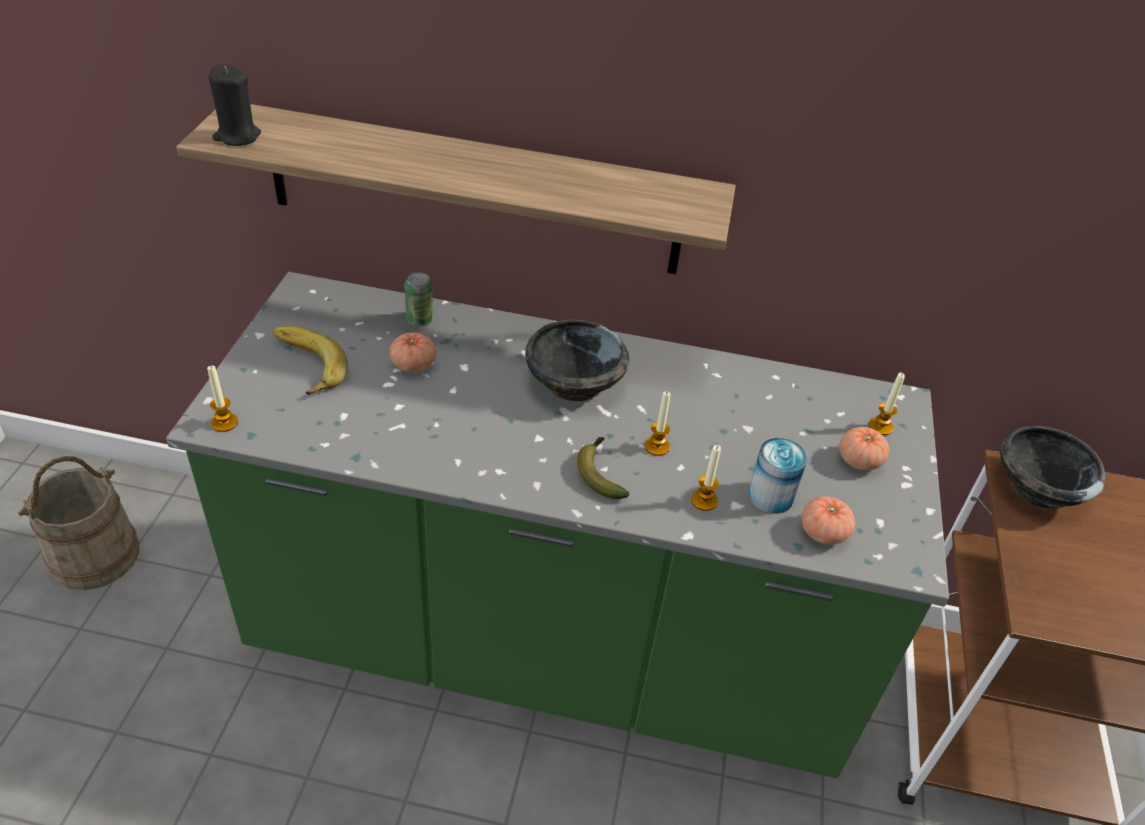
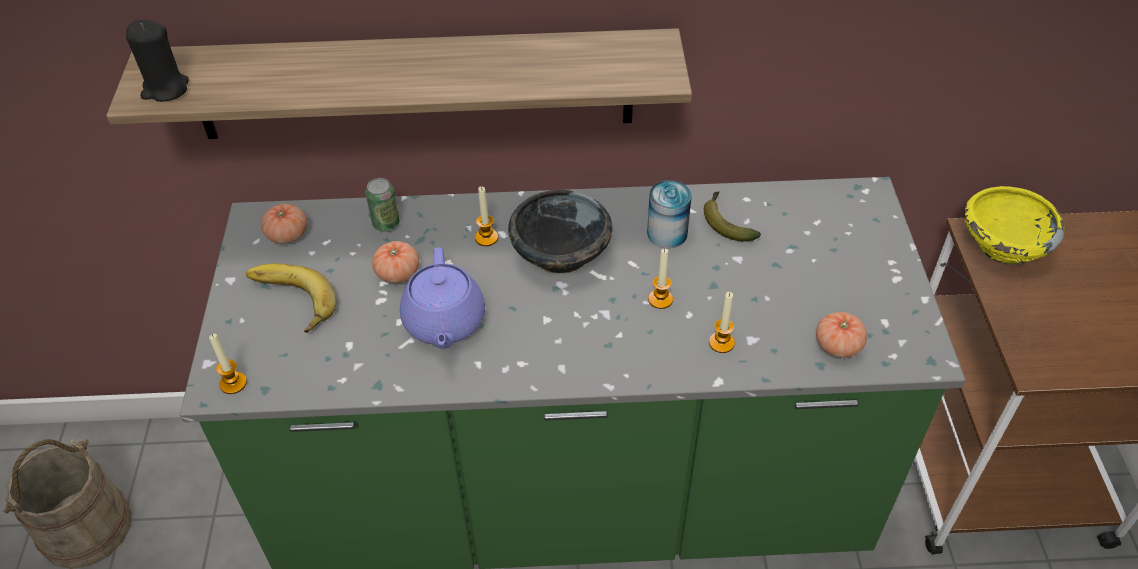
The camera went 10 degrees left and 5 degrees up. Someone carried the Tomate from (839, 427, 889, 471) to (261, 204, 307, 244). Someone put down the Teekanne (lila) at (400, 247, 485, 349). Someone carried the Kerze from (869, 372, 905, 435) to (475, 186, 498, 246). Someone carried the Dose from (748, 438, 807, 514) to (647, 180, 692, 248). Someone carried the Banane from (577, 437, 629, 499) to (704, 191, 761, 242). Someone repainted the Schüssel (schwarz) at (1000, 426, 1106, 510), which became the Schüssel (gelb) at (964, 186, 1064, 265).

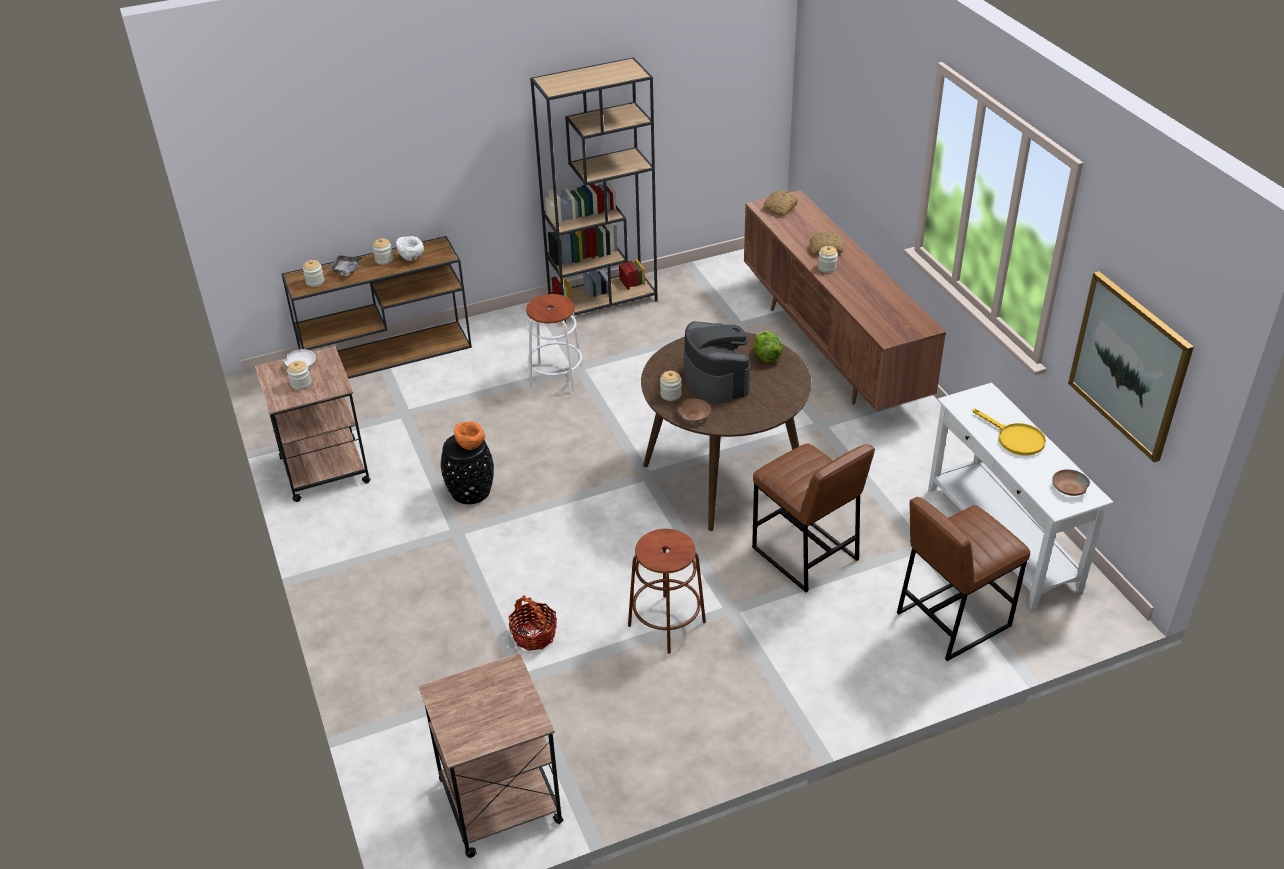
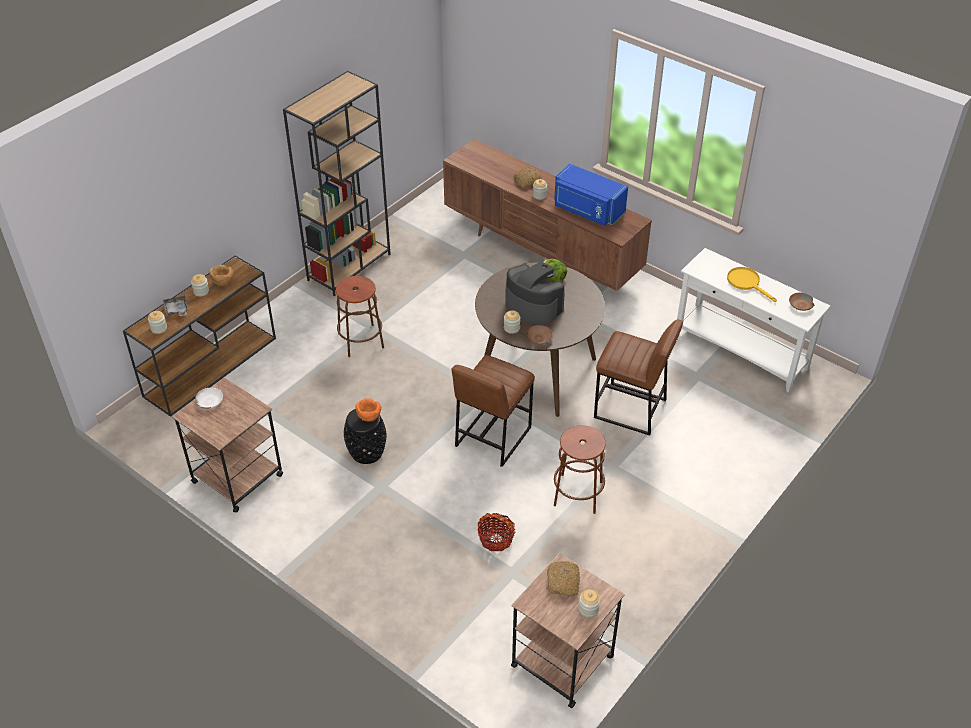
The camera went 30 degrees left and 5 degrees up. Someone repainted the Schüssel (weiß) at (396, 236, 424, 261), which became the Schüssel (braun) at (209, 265, 234, 286). Someone repainted the Hocker (weiß) at (526, 294, 582, 393), which became the Hocker (braun) at (336, 276, 384, 357). Someone carried the Stuhl (braun) from (897, 497, 1030, 661) to (451, 355, 535, 467). Someone carried the Brot from (763, 190, 798, 216) to (547, 561, 580, 596). Someone put down the Mikrowelle (blau) at (554, 164, 628, 226). Someone carried the Vorratsglas from (287, 361, 311, 390) to (579, 589, 600, 618). Someone rotated the Pfanne (gelb) at (973, 408, 1046, 456) by 150 degrees counterclockwise. Someone took away the Bild at (1068, 271, 1194, 462).

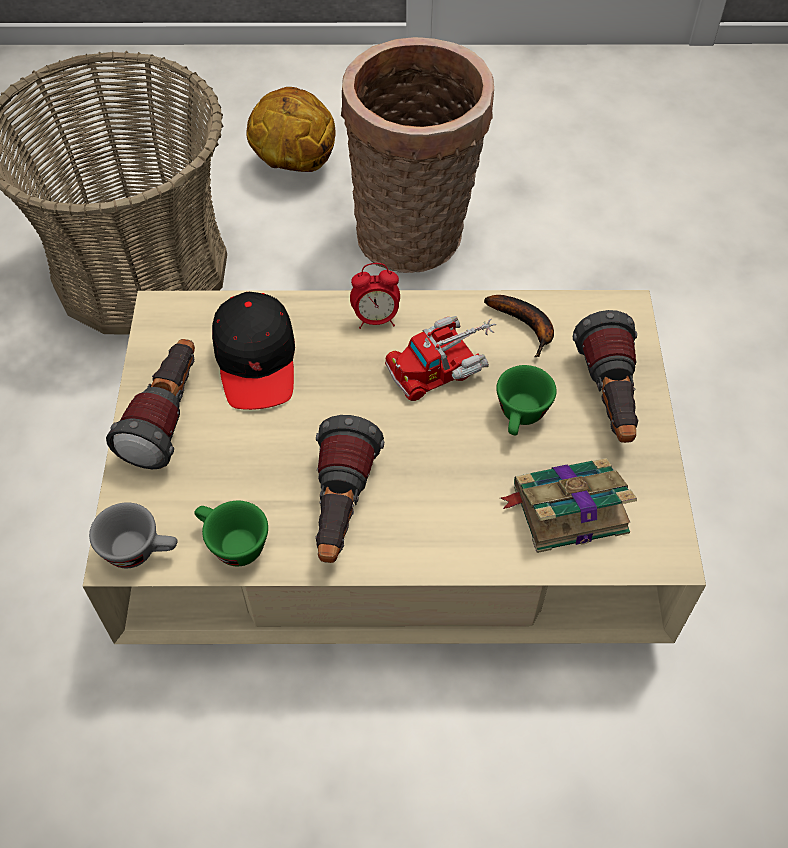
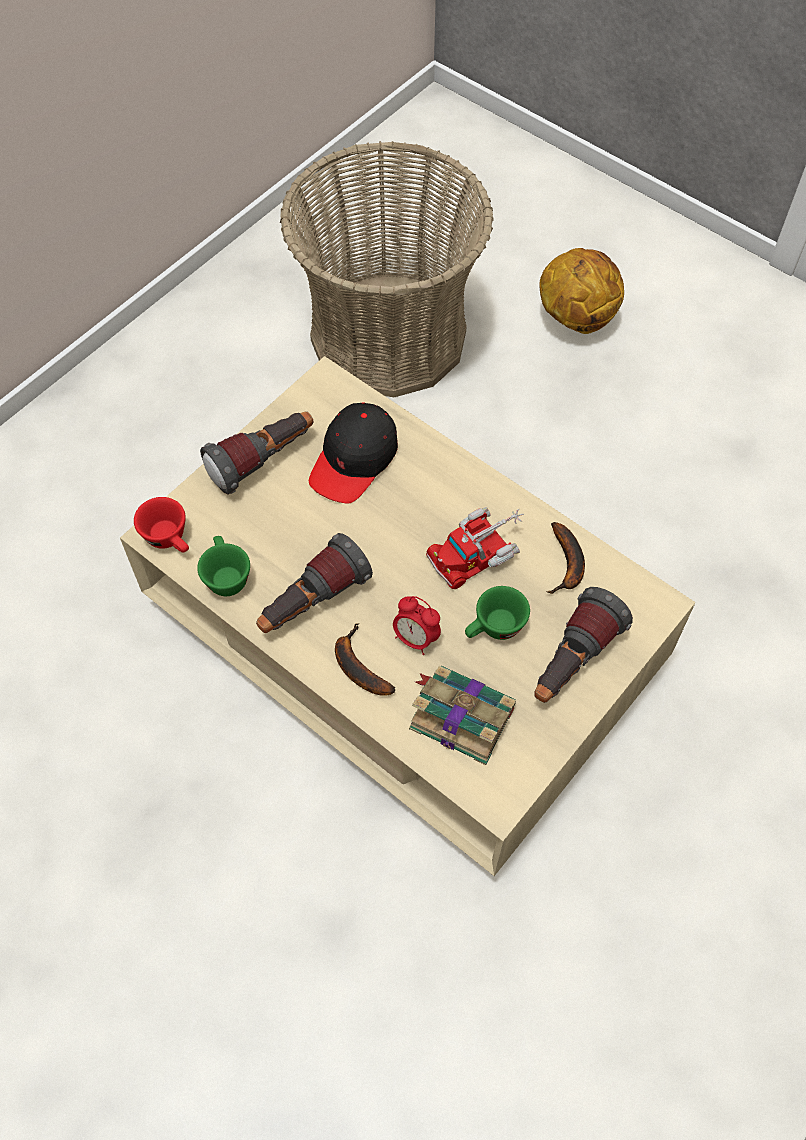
The camera went 40 degrees right and 5 degrees up. Someone repainted the Tasse (grau) at (89, 502, 177, 568), which became the Tasse (rot) at (134, 497, 189, 552). Someone put down the Banane at (335, 622, 395, 696). Someone carried the Wecker from (350, 263, 400, 329) to (393, 596, 441, 655). Someone rotated the Spielzeuglaster at (385, 316, 497, 401) by 45 degrees counterclockwise. Someone took away the Korb at (341, 37, 494, 273).

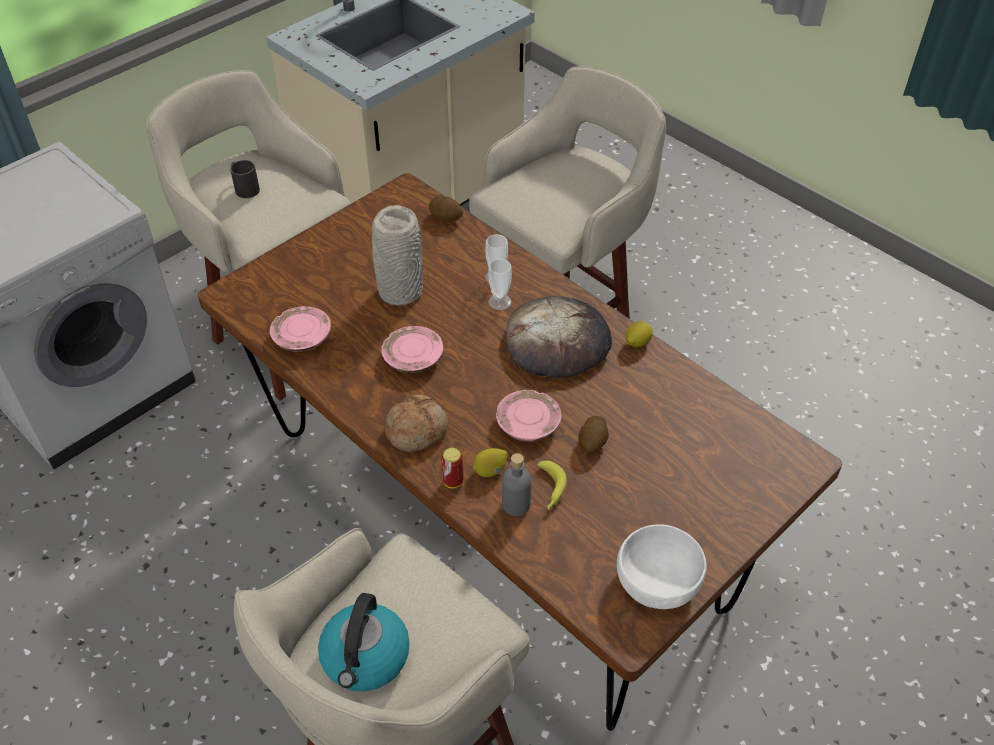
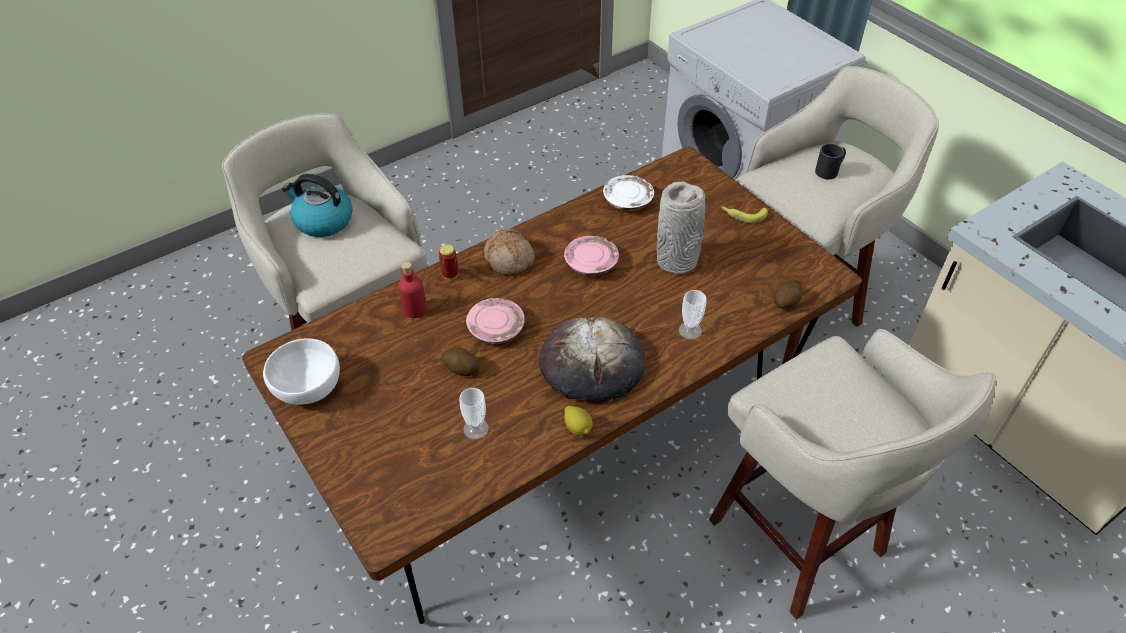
The camera went 100 degrees right and 0 degrees up. Someone repainted the Flasche (grau) at (502, 453, 532, 516), which became the Flasche (rot) at (398, 261, 427, 318). Someone carried the Tasse from (488, 259, 512, 310) to (459, 388, 489, 439). Someone repainted the Teller (rosa) at (270, 306, 331, 352), which became the Teller (weiß) at (603, 175, 654, 211). Someone carried the Banane from (537, 460, 567, 510) to (721, 206, 768, 223). Someone took away the Zitrone at (473, 448, 508, 477).

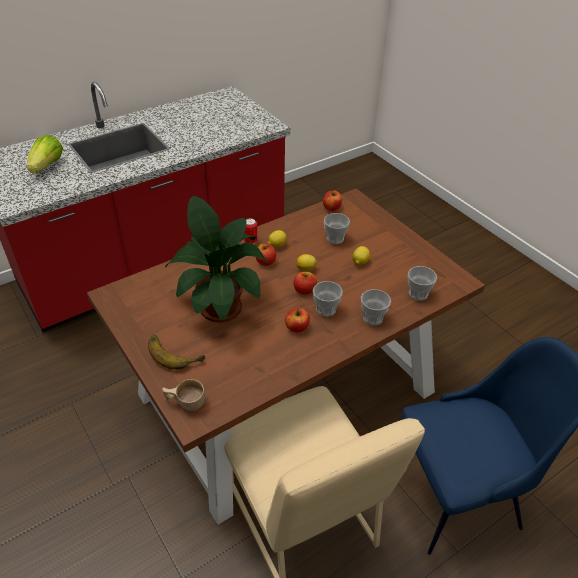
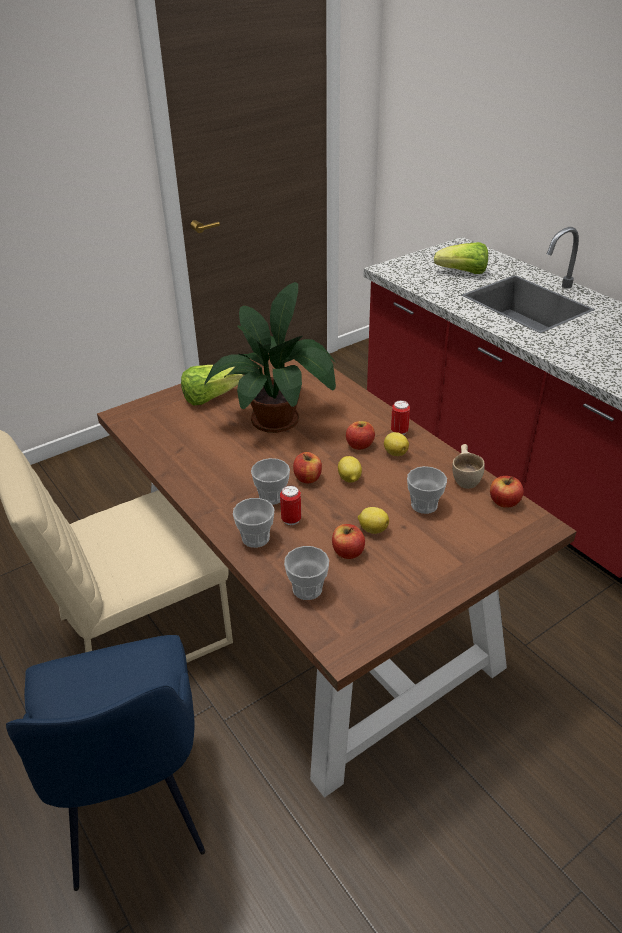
The camera went 90 degrees right and 5 degrees down. Someone swapped the Banane at (148, 334, 206, 369) for the Salatkopf at (181, 365, 243, 405). Someone put down the Dose at (280, 485, 301, 525). Someone carried the Apfel from (285, 307, 310, 333) to (332, 524, 365, 559). Someone carried the Tasse (beige) from (162, 379, 205, 411) to (452, 444, 485, 489).

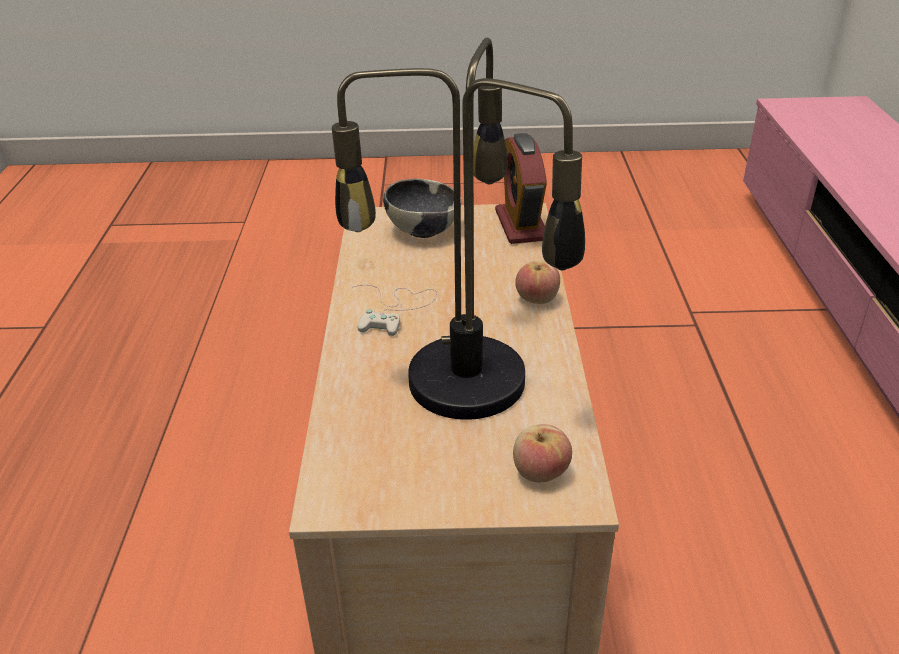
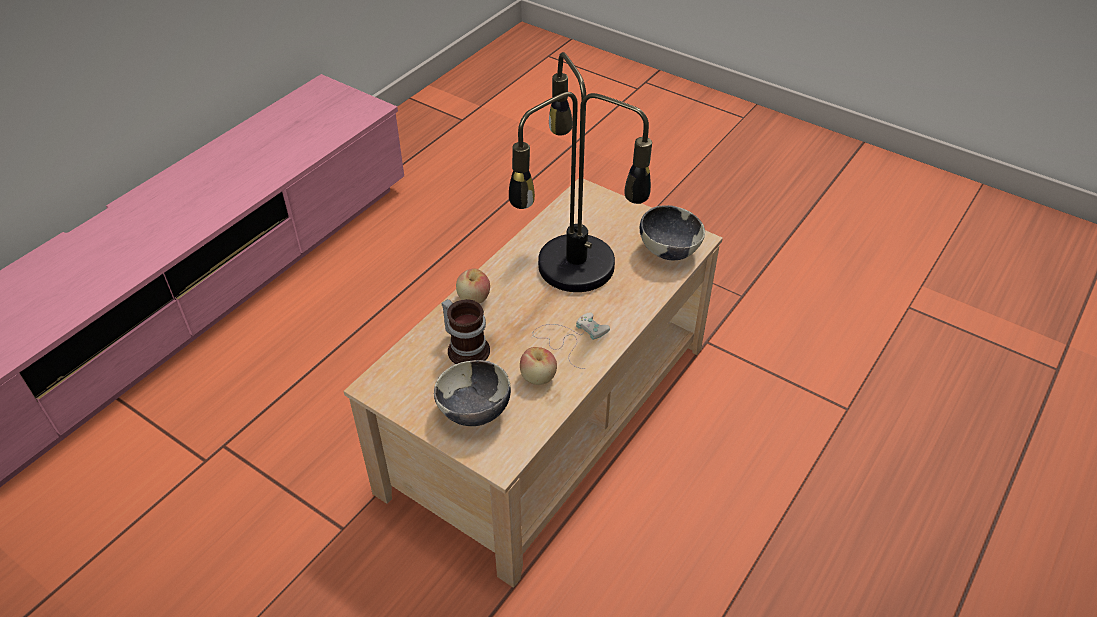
The camera went 145 degrees left and 10 degrees up. Someone put down the Henkelbecher at (441, 299, 490, 364). Someone carried the Apfel from (513, 424, 572, 482) to (520, 347, 557, 385). Someone put down the Schüssel at (640, 205, 705, 260). Someone took away the Wecker at (495, 133, 547, 244).

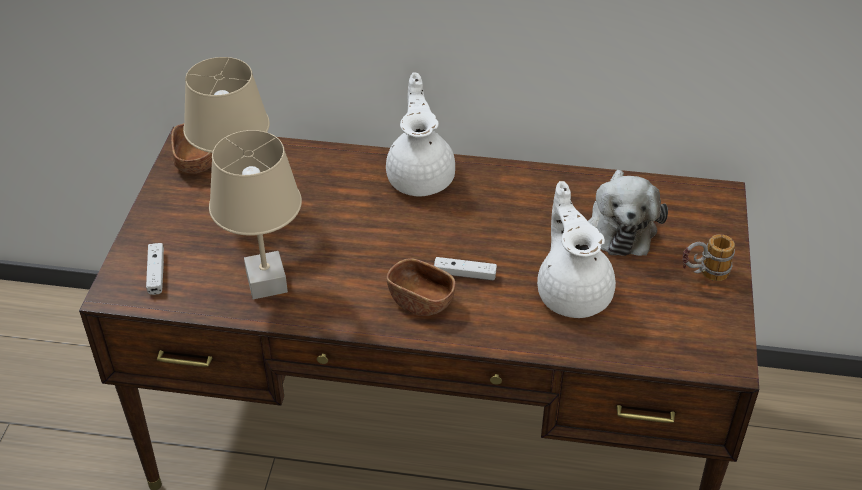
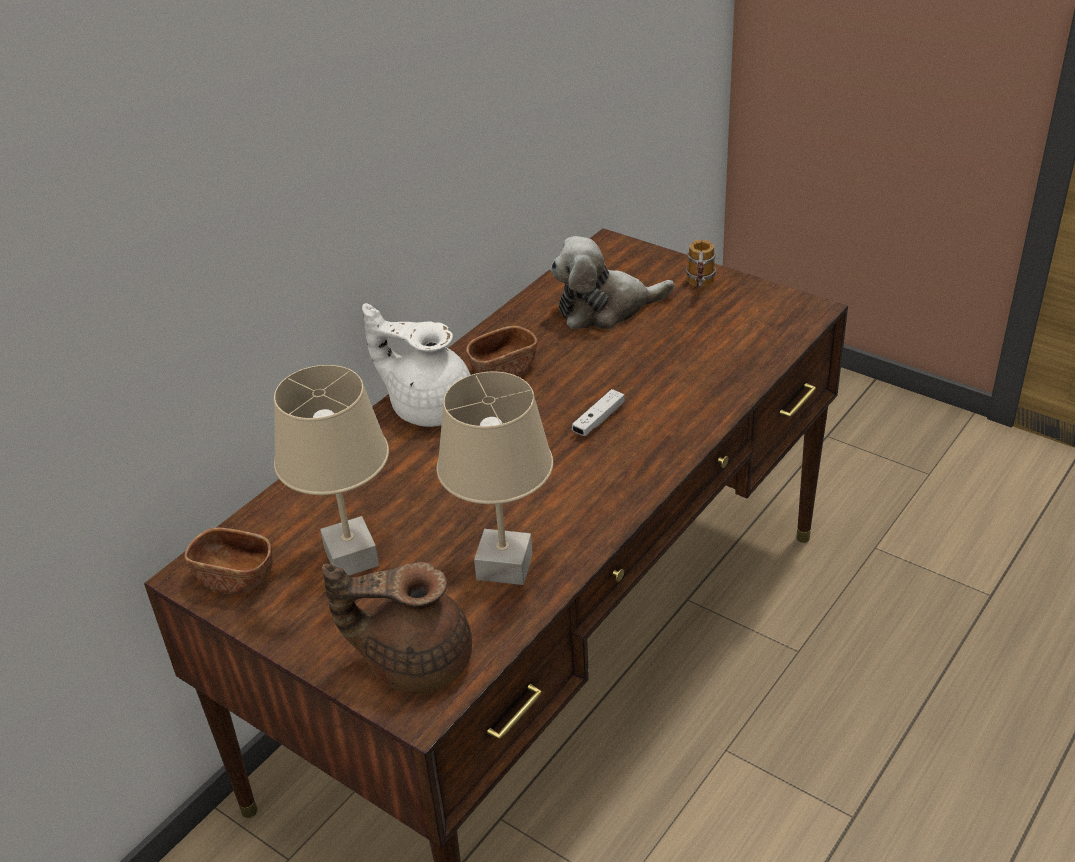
The camera went 60 degrees left and 5 degrees down. Someone swapped the Gamepad (weiß) at (146, 243, 164, 295) for the Teekanne (braun) at (322, 562, 472, 693). Someone carried the Schüssel (braun) from (386, 258, 456, 316) to (466, 326, 537, 376). Someone rotated the Plüschtier at (588, 170, 668, 256) by 135 degrees clockwise. Someone took away the Teekanne (weiß) at (537, 181, 616, 318).

